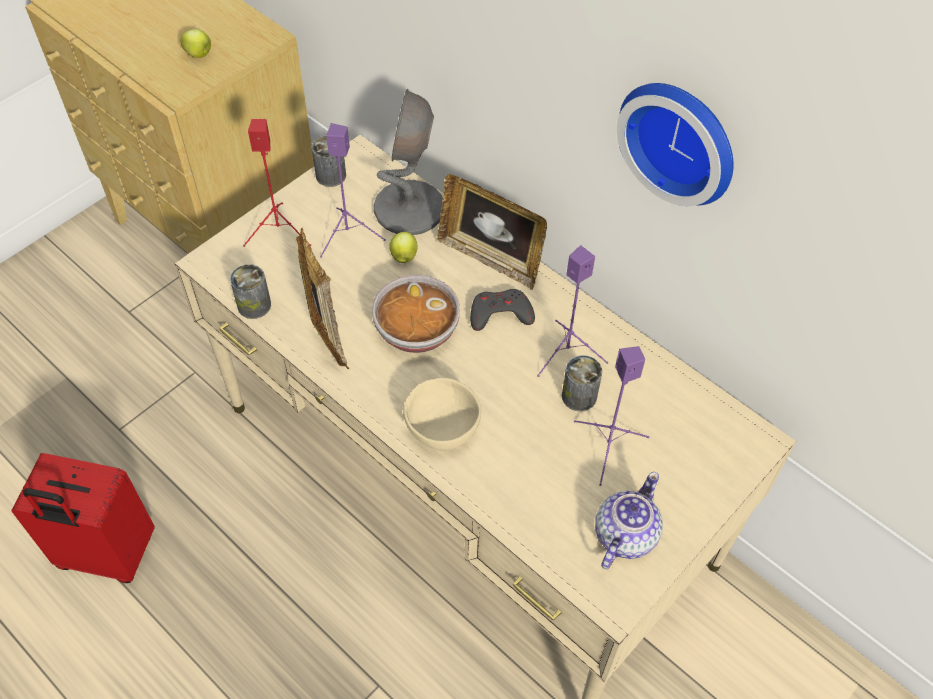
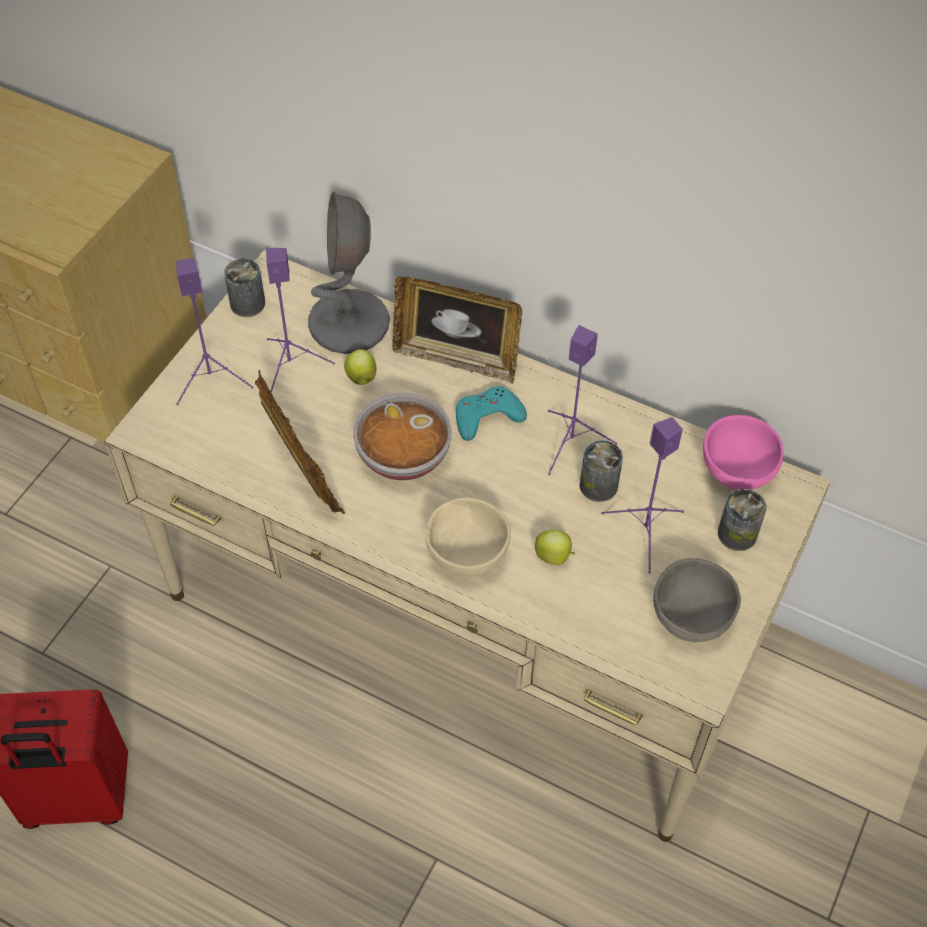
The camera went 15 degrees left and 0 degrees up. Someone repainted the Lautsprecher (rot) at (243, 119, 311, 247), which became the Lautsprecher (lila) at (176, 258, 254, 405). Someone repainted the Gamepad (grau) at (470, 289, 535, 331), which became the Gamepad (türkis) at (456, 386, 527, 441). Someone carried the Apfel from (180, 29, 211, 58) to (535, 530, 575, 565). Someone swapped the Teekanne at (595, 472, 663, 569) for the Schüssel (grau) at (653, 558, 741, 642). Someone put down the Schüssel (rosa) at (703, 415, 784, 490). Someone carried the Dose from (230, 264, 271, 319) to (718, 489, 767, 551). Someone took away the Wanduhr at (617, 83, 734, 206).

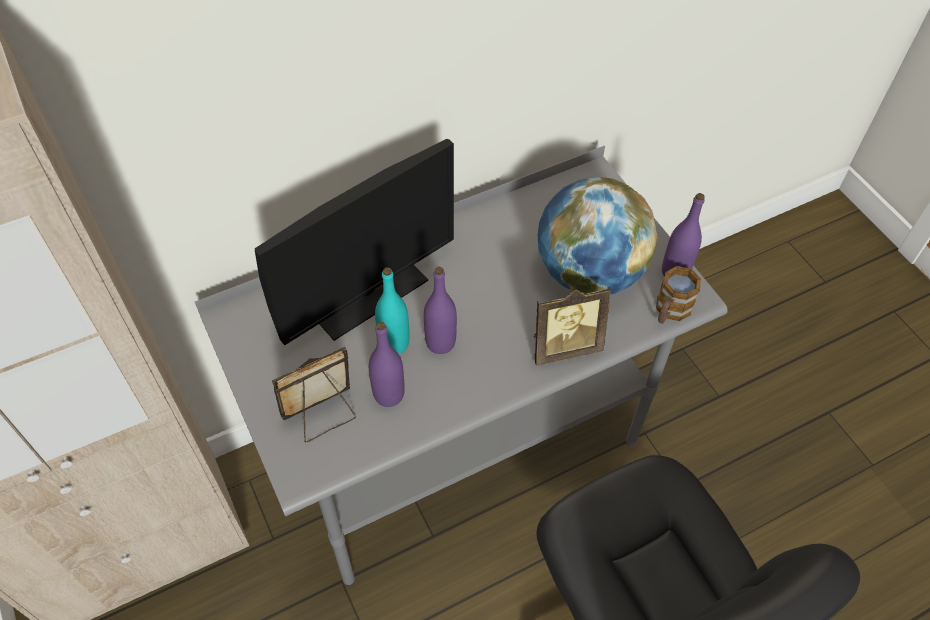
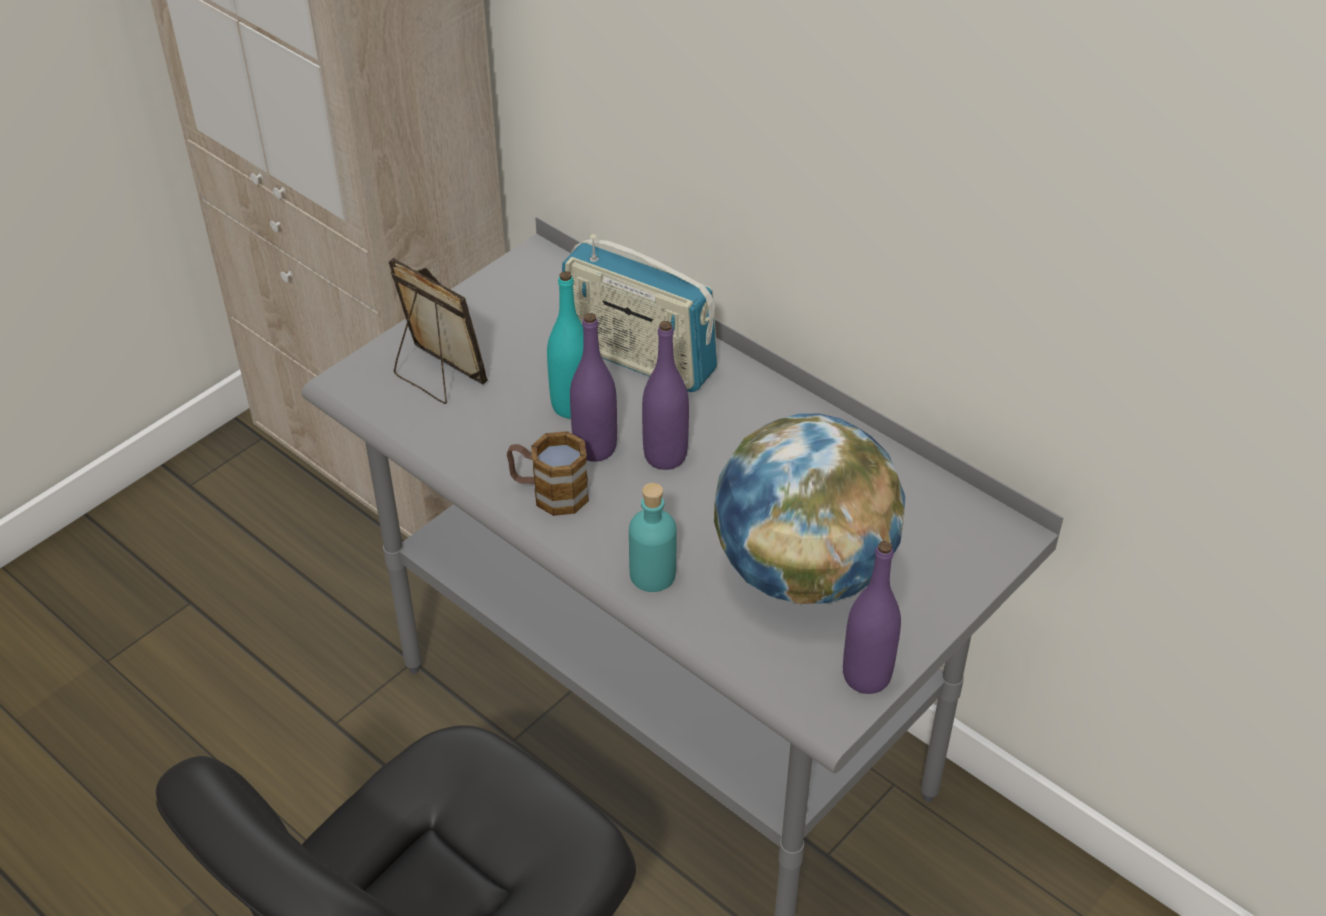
The camera went 70 degrees right and 10 degrees down. Someone carried the Henkelbecher from (656, 266, 701, 324) to (507, 431, 589, 516). Someone swapped the Monitor at (255, 139, 454, 345) for the Radio at (562, 234, 718, 392). Someone swapped the Bilderrahmen at (534, 287, 611, 366) for the Flasche (türkis) at (629, 483, 677, 592). Someone carried the Flasche (lila) from (369, 322, 405, 407) to (642, 321, 689, 470).

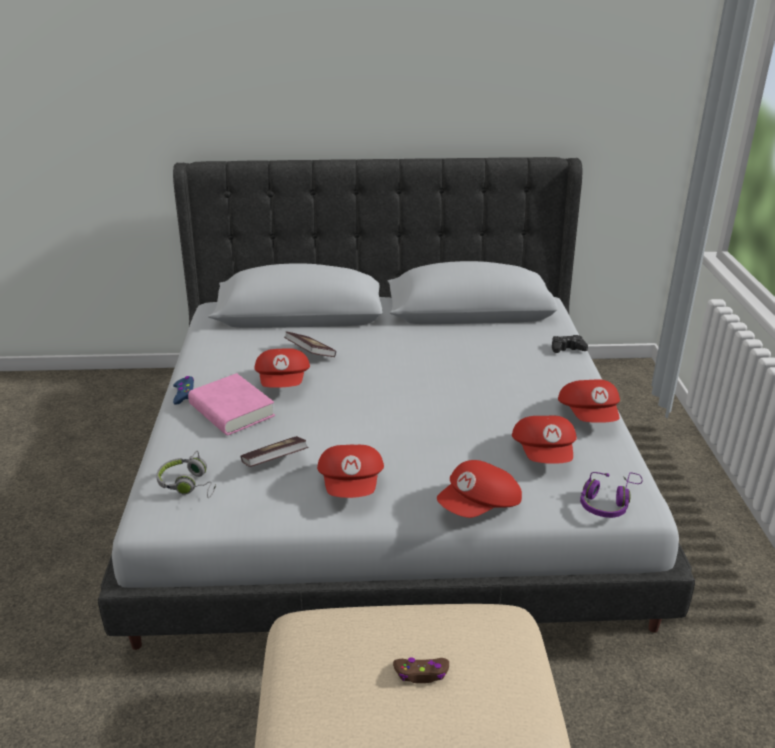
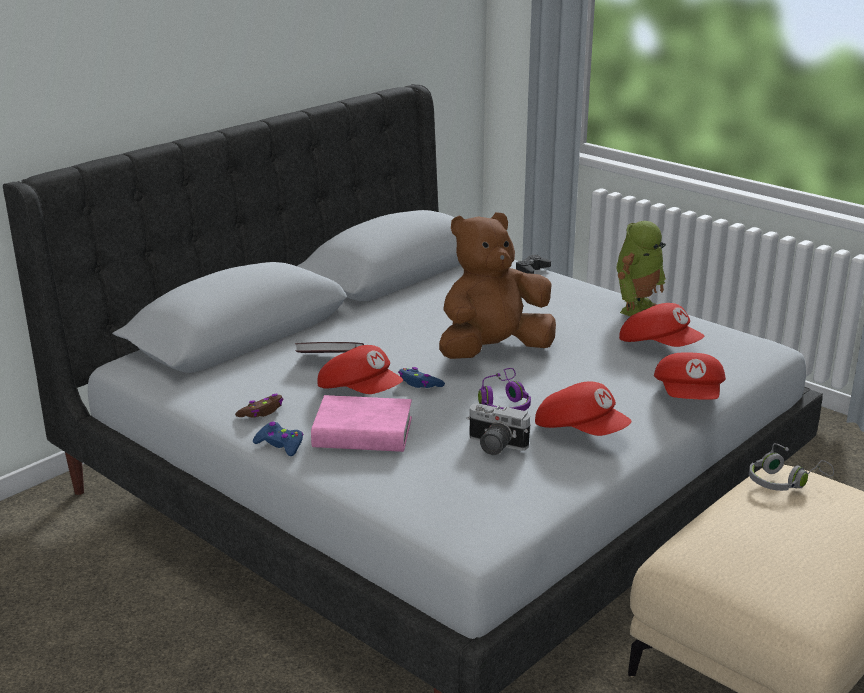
The camera went 45 degrees left and 5 degrees down. Someone carried the Gamepad (braun) from (393, 658, 449, 683) to (235, 394, 284, 418). Someone put down the Gamepad (blau) at (398, 367, 445, 388). Someone put down the Plüschtier (braun) at (439, 212, 556, 359). Someone swapped the Buch at (240, 436, 308, 467) for the Kamera at (467, 403, 531, 455). Someone carried the Kopfhörer (lila) from (580, 472, 643, 518) to (478, 368, 531, 411). Someone swapped the Kappe (rot) at (558, 379, 620, 423) for the Spielzeugroboter at (616, 221, 666, 316). Someone carried the Kopfhörer (grau) from (156, 451, 216, 498) to (749, 443, 834, 491).

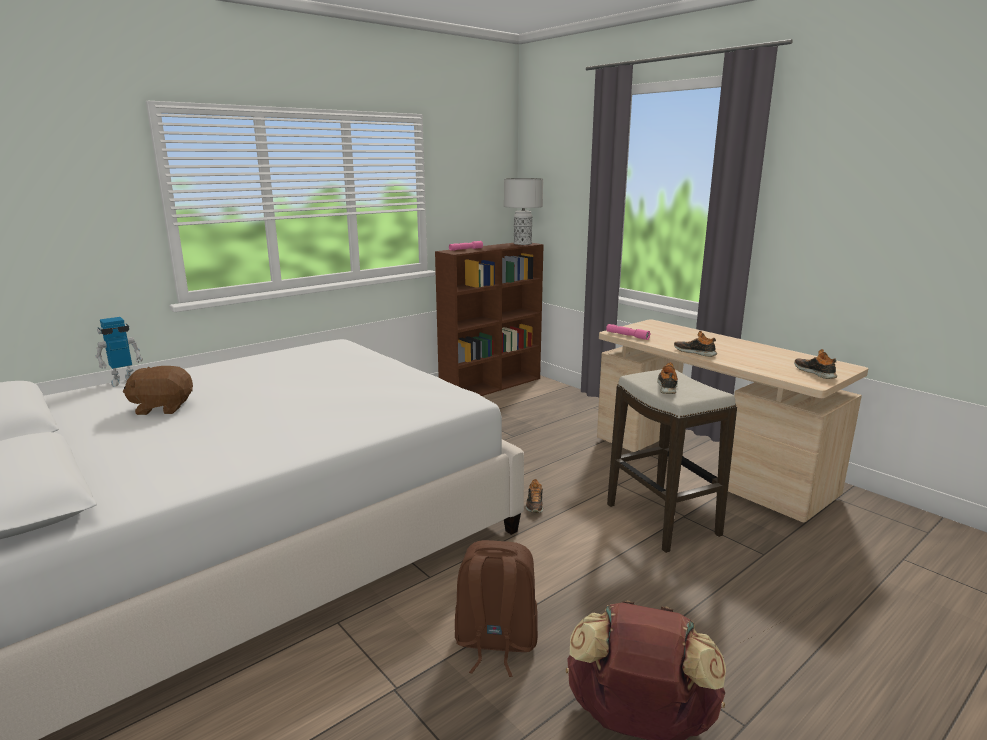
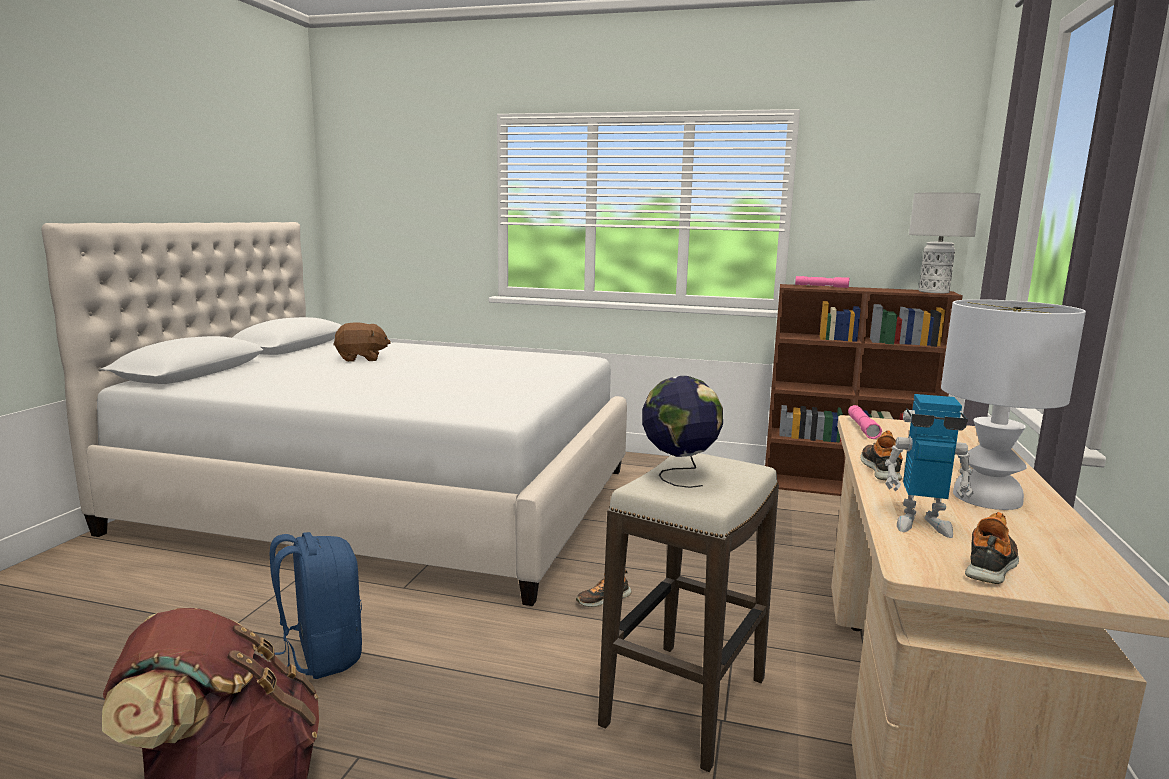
The camera went 55 degrees right and 5 degrees down. Someone repainted the Rucksack (braun) at (455, 540, 538, 677), which became the Rucksack (blau) at (261, 532, 362, 679). Someone rotated the Plüschtier (braun) at (123, 366, 193, 415) by 120 degrees clockwise. Someone swapped the Schuh at (657, 362, 678, 394) for the Globus at (642, 376, 723, 488). Someone carried the Spielzeugroboter from (95, 317, 143, 387) to (885, 394, 973, 538). Someone put down the Tischlampe (weiß) at (941, 299, 1086, 510).

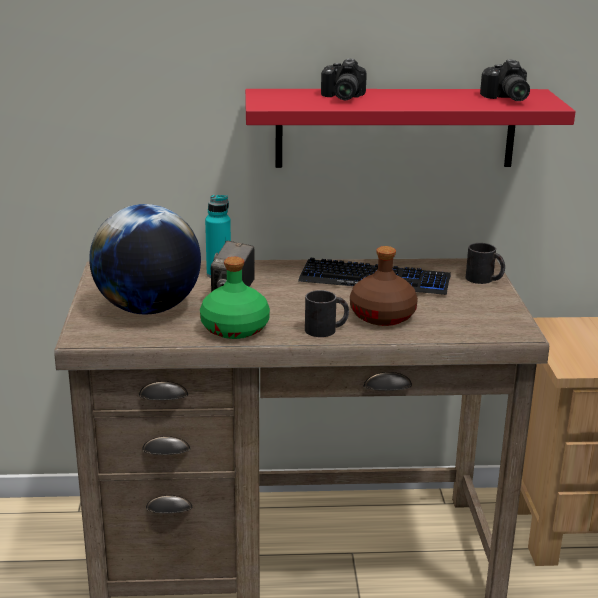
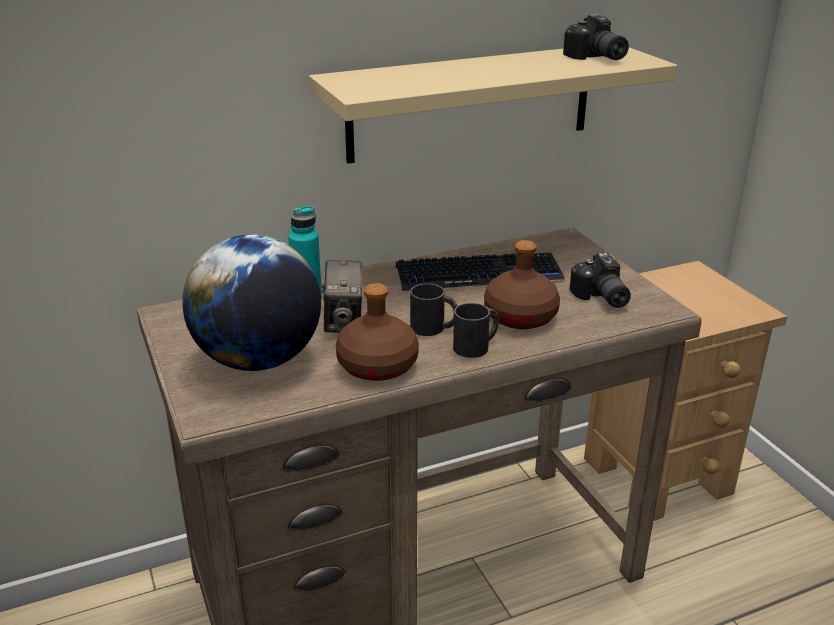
The camera went 20 degrees left and 5 degrees up. Someone repainted the Wandregal (rot) at (245, 89, 576, 168), which became the Wandregal (beige) at (309, 47, 677, 164). Someone repainted the Flasche (grün) at (200, 257, 270, 339), which became the Flasche (braun) at (336, 283, 419, 381). Someone carried the Henkelbecher (schwarz) from (466, 243, 505, 284) to (410, 283, 457, 336). Someone carried the Kamera from (321, 58, 367, 100) to (570, 253, 631, 308).

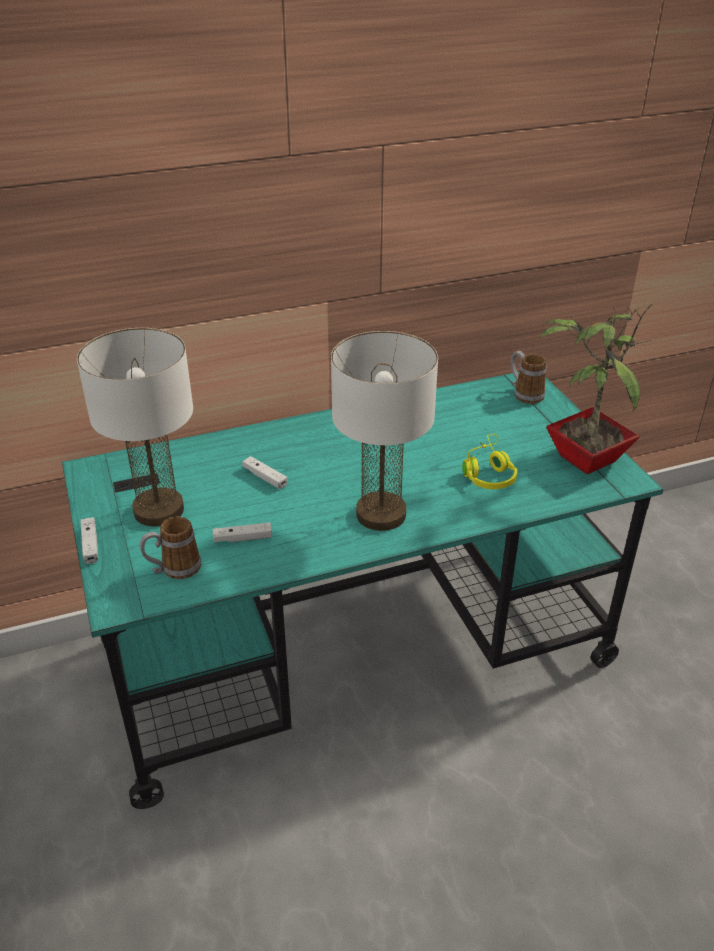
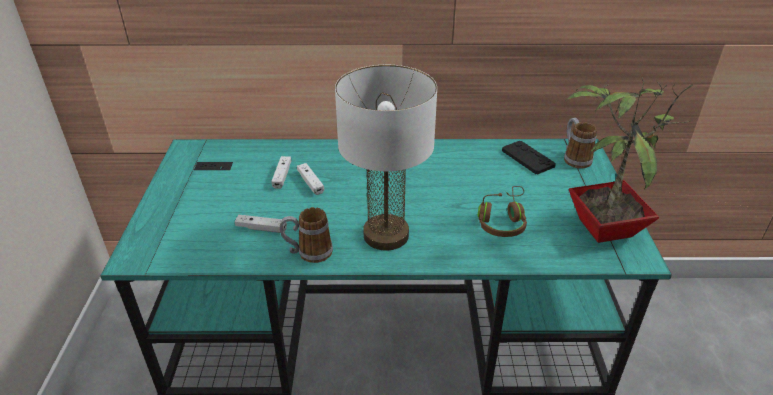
The camera went 20 degrees right and 0 degrees up. Someone carried the Gamepad (weiß) from (80, 517, 98, 564) to (271, 156, 291, 189). Someone carried the Henkelbecher from (140, 516, 201, 579) to (280, 207, 333, 263). Someone repainted the Kopfhörer (gelb) at (462, 434, 517, 489), which became the Kopfhörer (braun) at (478, 186, 527, 237). Someone put down the Gamepad (schwarz) at (502, 141, 556, 175). Someone took away the Tischlampe at (77, 328, 193, 526).

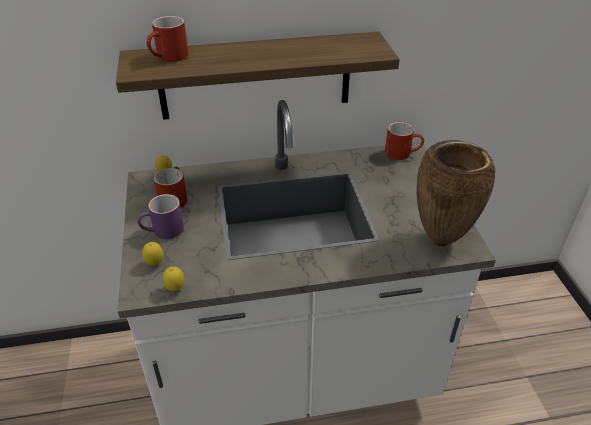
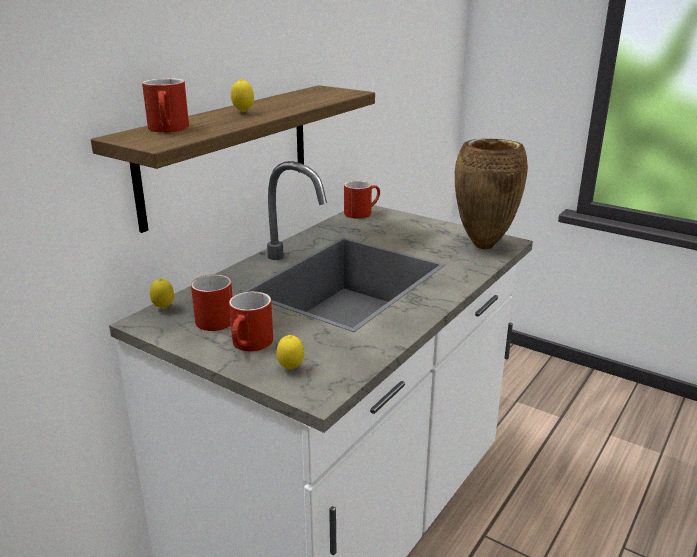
The camera went 45 degrees left and 15 degrees down. Someone repainted the Henkelbecher (lila) at (137, 194, 184, 239), which became the Henkelbecher (rot) at (229, 291, 273, 351). Someone carried the Zitrone from (163, 266, 184, 291) to (231, 79, 254, 113).

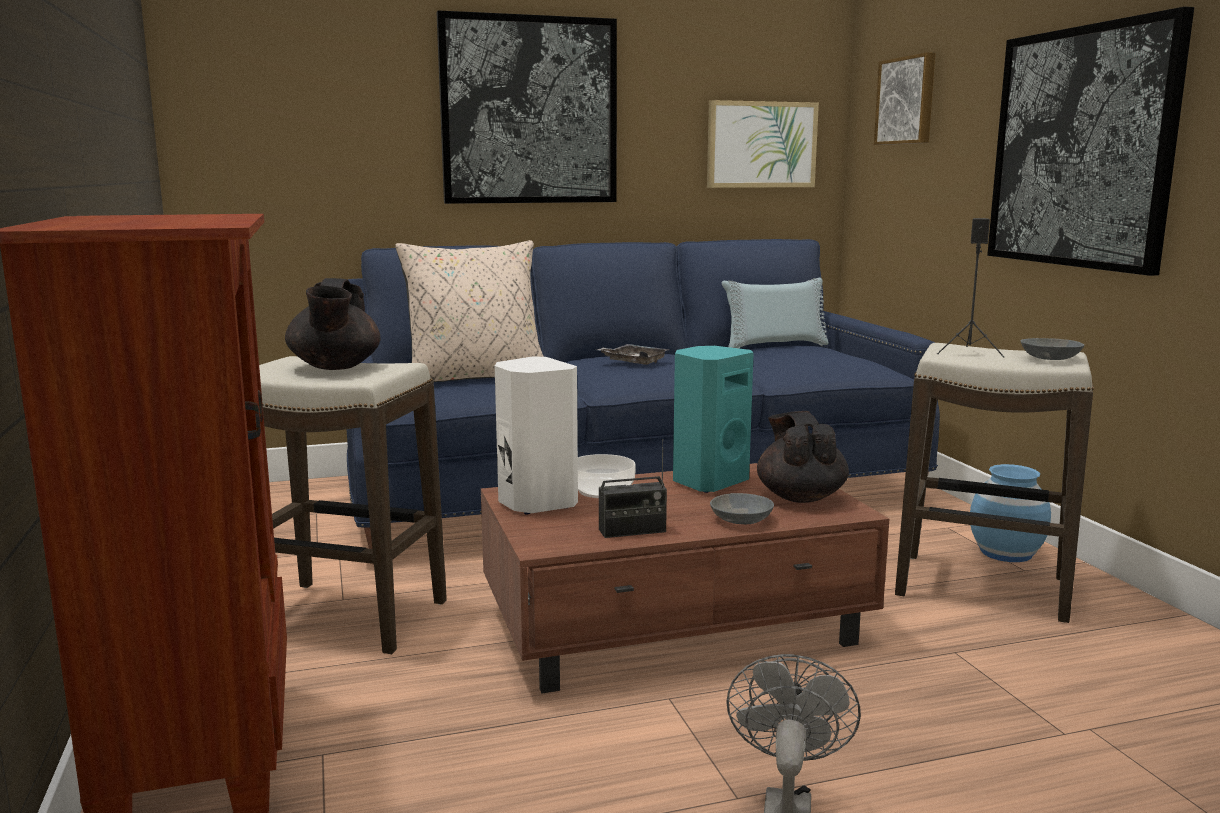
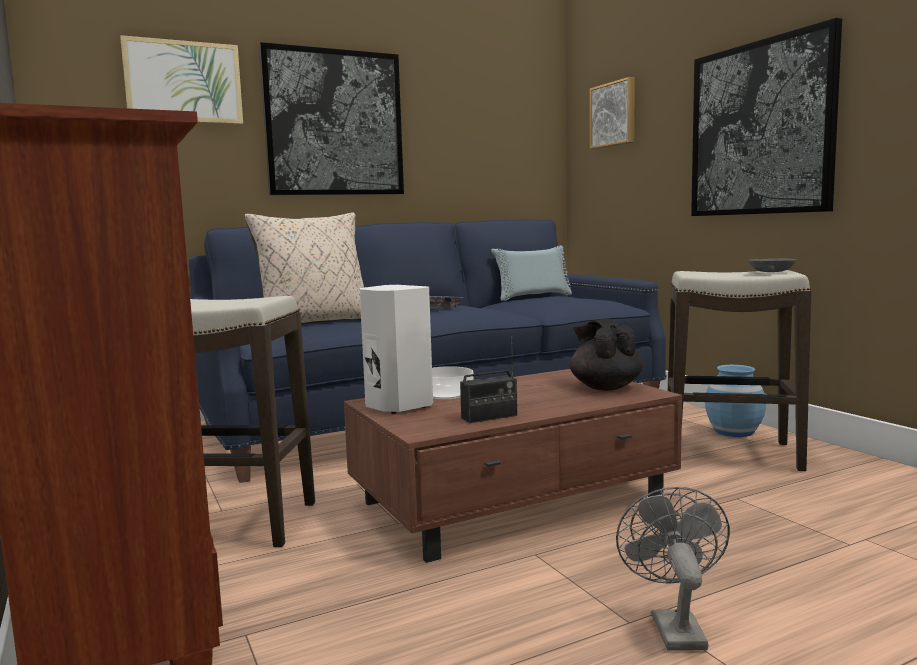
The camera went 10 degrees left and 5 degrees down. Someone carried the Bild from (707, 100, 819, 188) to (120, 35, 243, 124). Someone took away the Teekanne (schwarz) at (285, 278, 380, 370). Someone took away the Lautsprecher (türkis) at (673, 346, 754, 493). Someone took away the Schüssel (grau) at (710, 493, 774, 524). Someone took away the Lautsprecher (schwarz) at (937, 218, 1005, 357).

